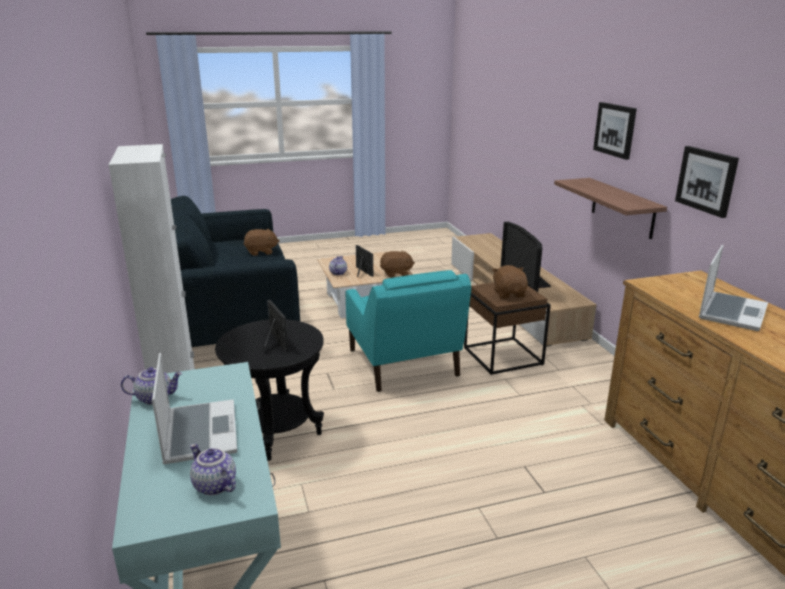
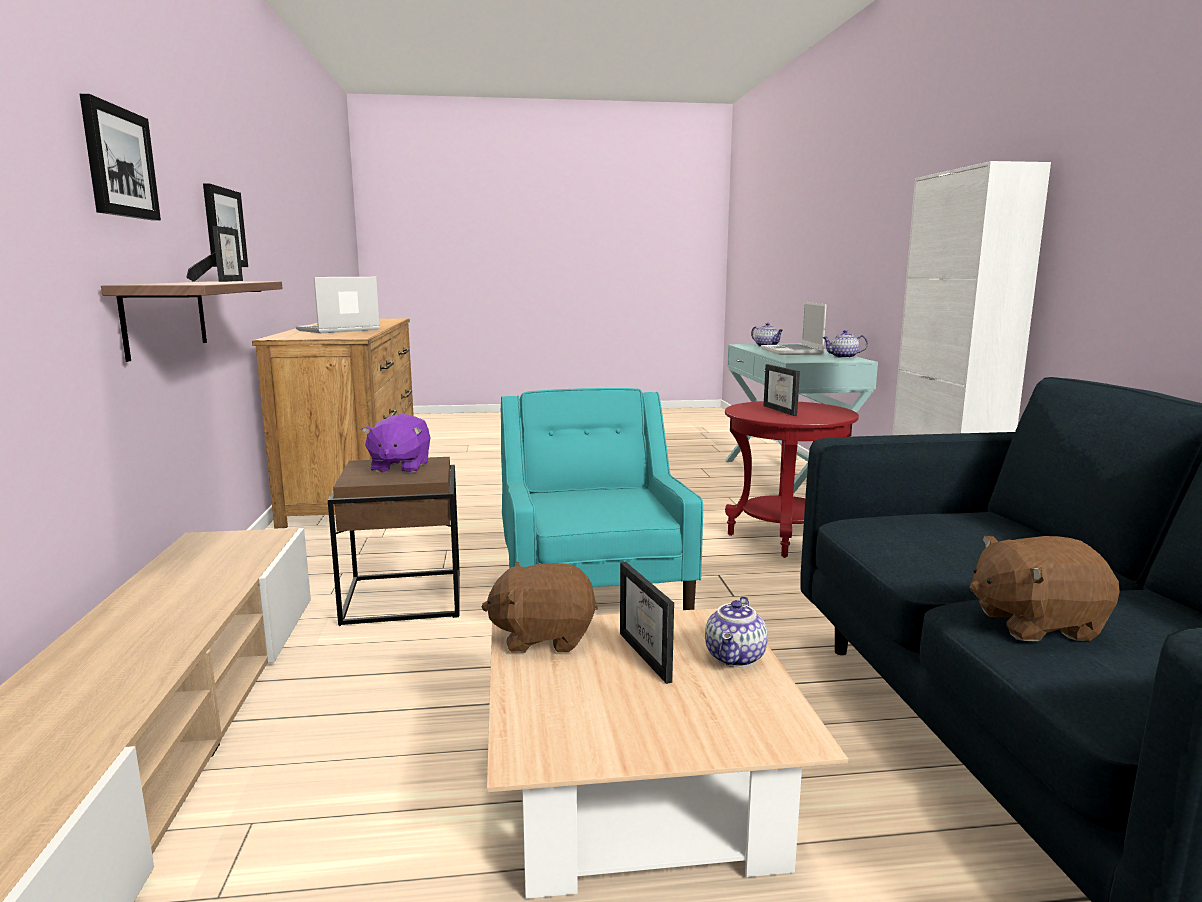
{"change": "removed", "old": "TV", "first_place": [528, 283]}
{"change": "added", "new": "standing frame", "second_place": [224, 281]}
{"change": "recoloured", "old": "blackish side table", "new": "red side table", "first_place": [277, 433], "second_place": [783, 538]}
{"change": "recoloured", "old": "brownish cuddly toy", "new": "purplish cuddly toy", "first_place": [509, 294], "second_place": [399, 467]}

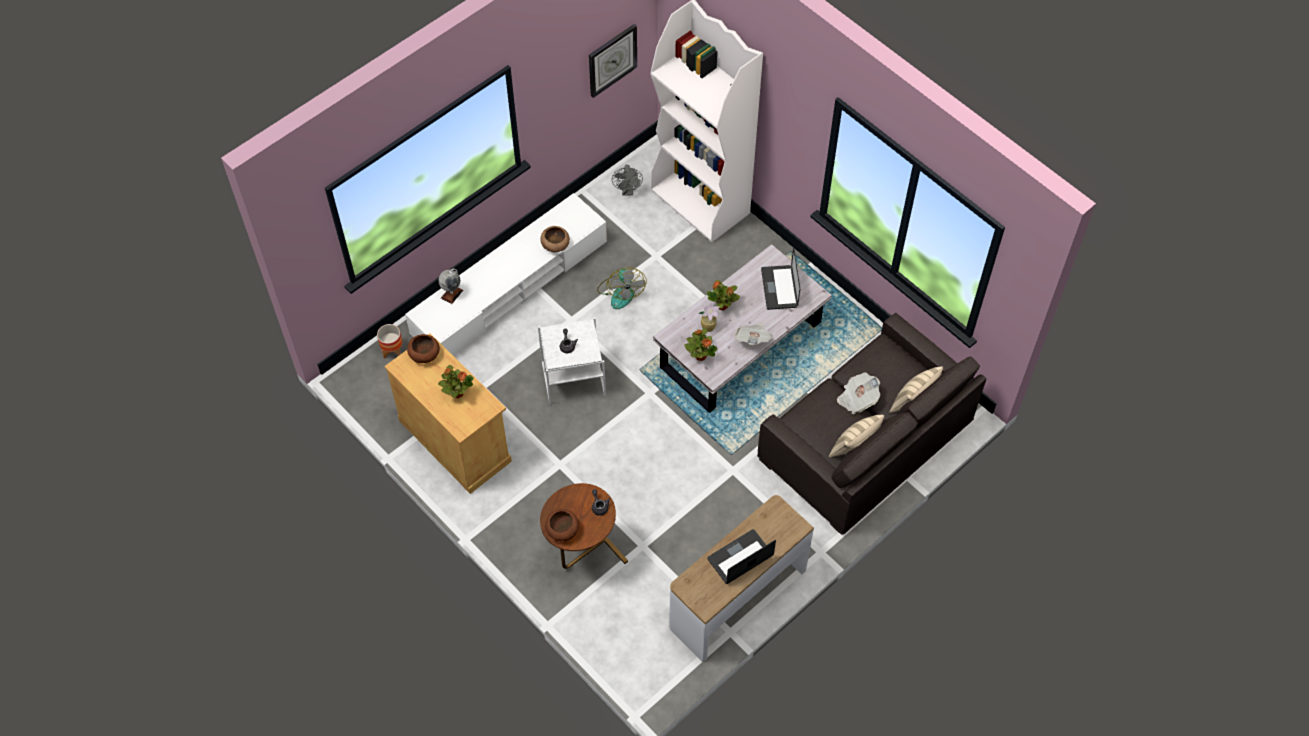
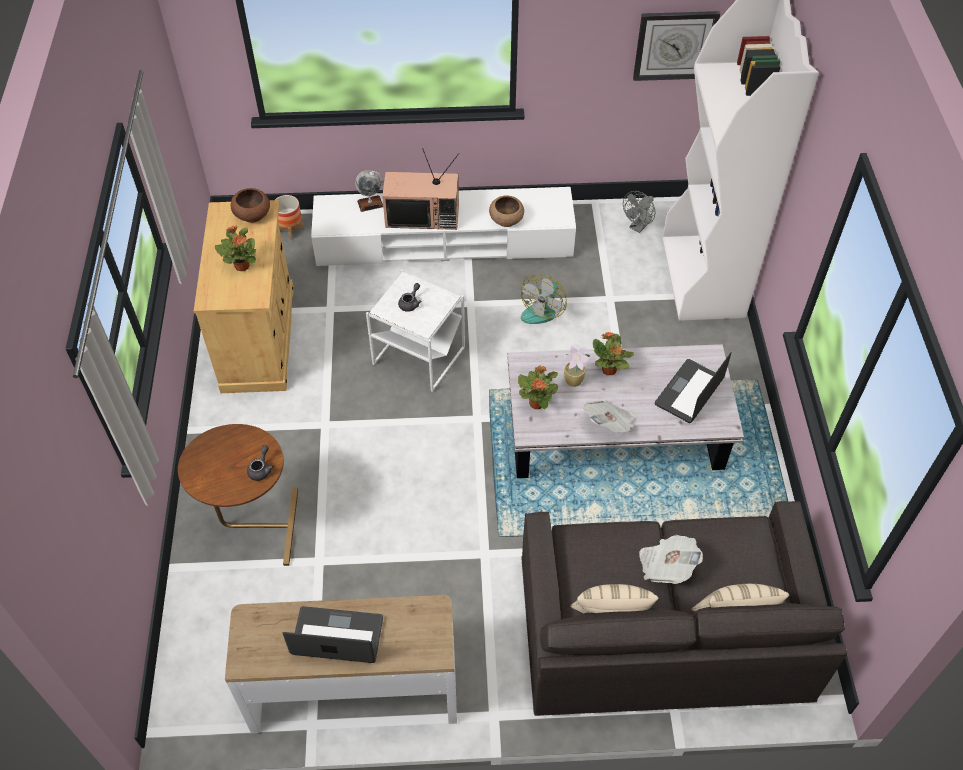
{"change": "removed", "old": "brownish bowl", "first_place": [562, 530]}
{"change": "added", "new": "TV", "second_place": [423, 215]}

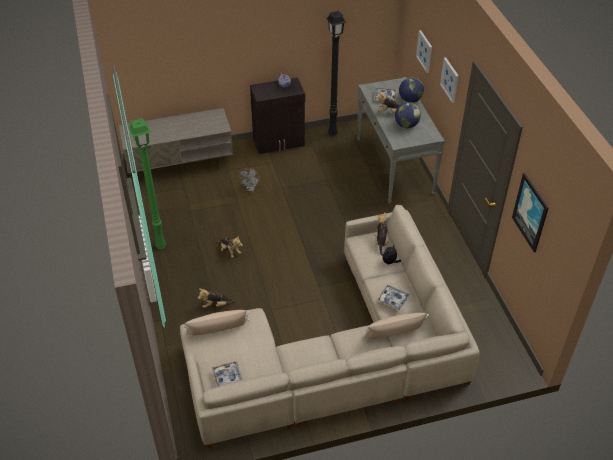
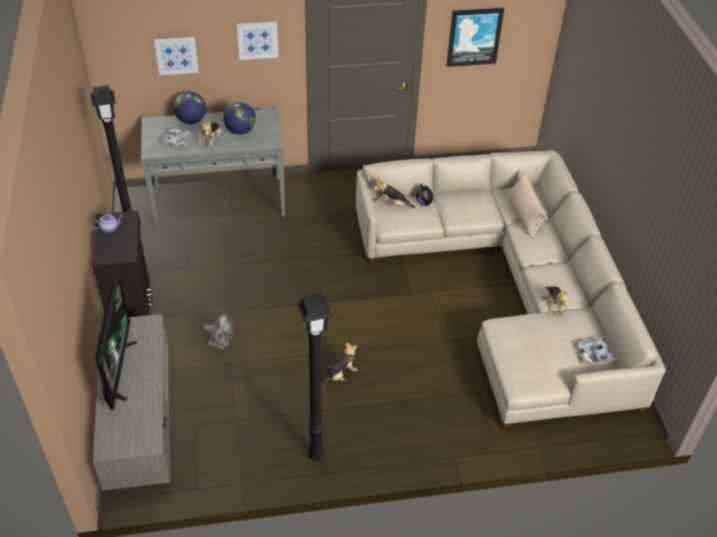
{"change": "removed", "old": "beige-coloured cushion", "first_place": [217, 329]}
{"change": "removed", "old": "serving tray", "first_place": [393, 299]}
{"change": "added", "new": "TV", "second_place": [117, 370]}
{"change": "moved", "old": "cuddly toy", "first_place": [216, 305], "second_place": [552, 305]}
{"change": "recoloured", "old": "green-coloured standing lamp", "new": "blackish standing lamp", "first_place": [160, 245], "second_place": [315, 457]}

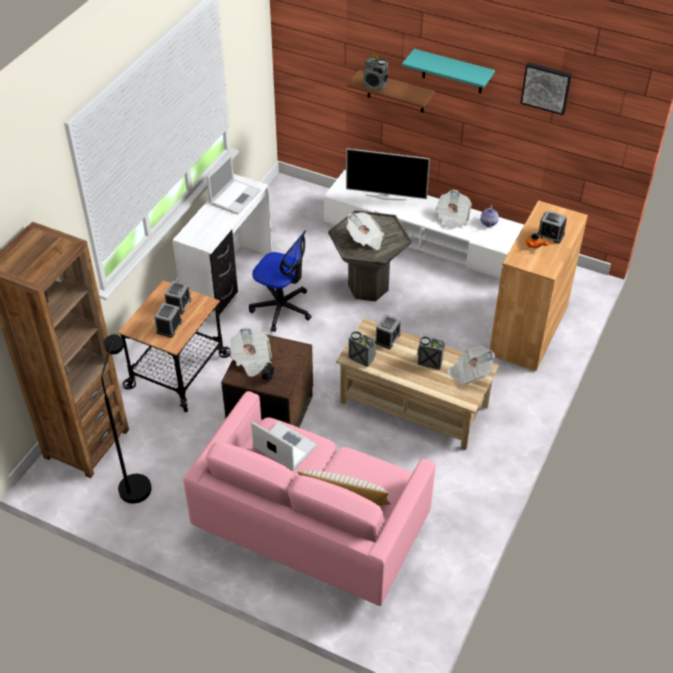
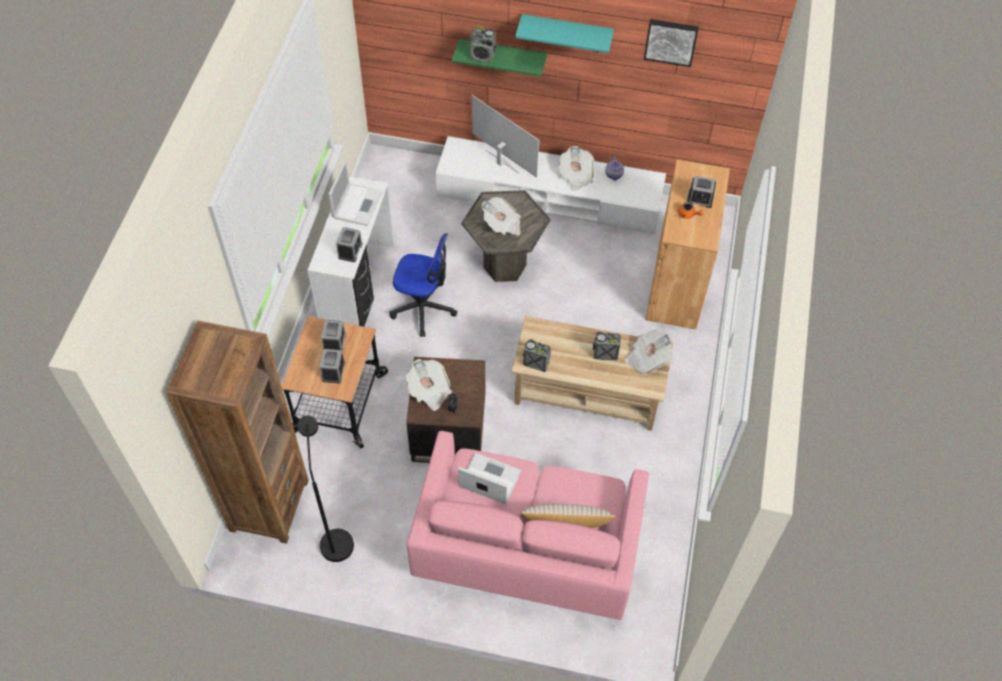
{"change": "moved", "old": "alarm clock", "first_place": [387, 338], "second_place": [350, 251]}
{"change": "recoloured", "old": "brownish wall shelf", "new": "green-coloured wall shelf", "first_place": [396, 92], "second_place": [502, 57]}
{"change": "turned", "old": "TV", "first_place": [386, 197], "second_place": [501, 162], "degrees": -135}

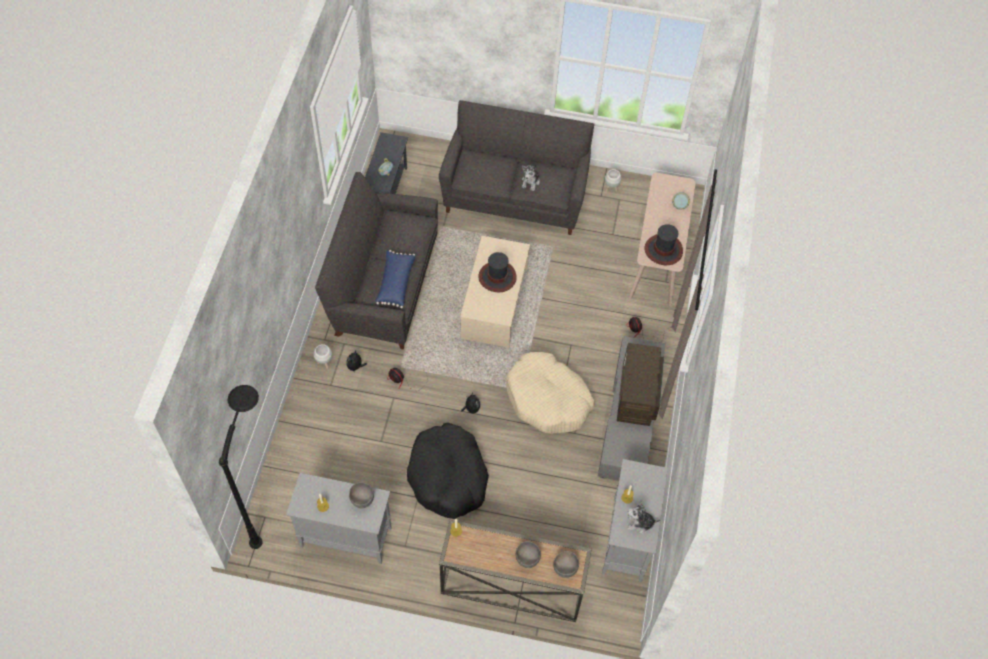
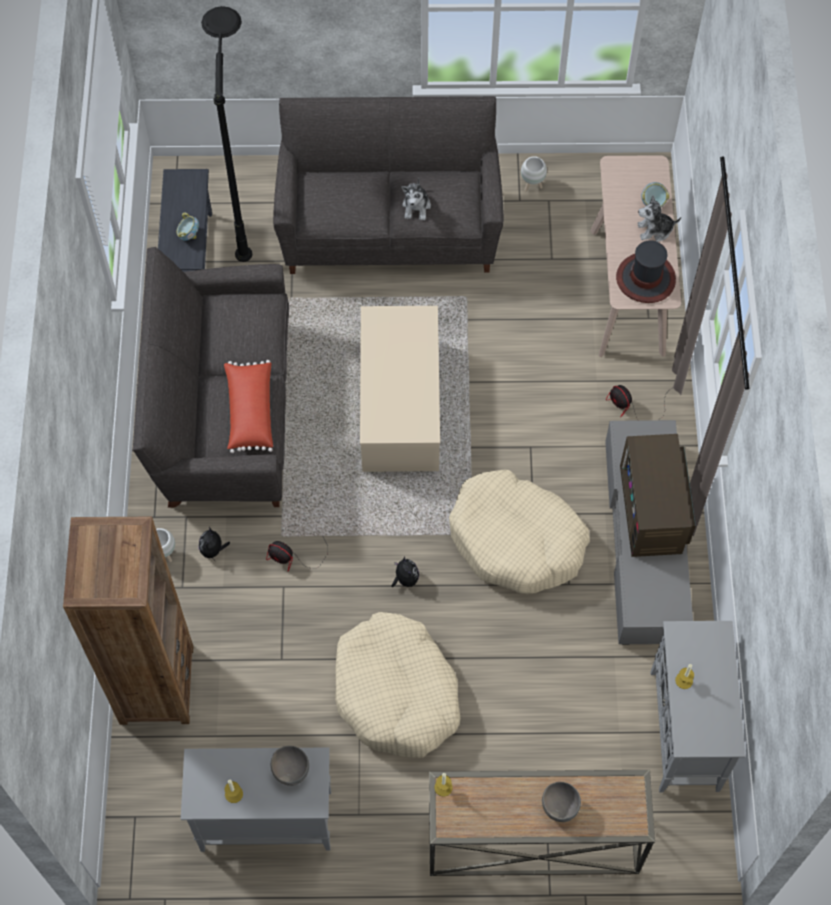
{"change": "removed", "old": "clothing hat", "first_place": [497, 277]}
{"change": "removed", "old": "greyish bowl", "first_place": [565, 568]}
{"change": "added", "new": "brownish bookcase", "second_place": [156, 684]}
{"change": "moved", "old": "blackish standing lamp", "first_place": [268, 504], "second_place": [245, 209]}
{"change": "moved", "old": "cuddly toy", "first_place": [640, 523], "second_place": [655, 230]}
{"change": "recoloured", "old": "blue-coloured cushion", "new": "red cushion", "first_place": [395, 283], "second_place": [249, 412]}
{"change": "recoloured", "old": "blackish pet bed", "new": "beige-coloured pet bed", "first_place": [448, 476], "second_place": [396, 692]}

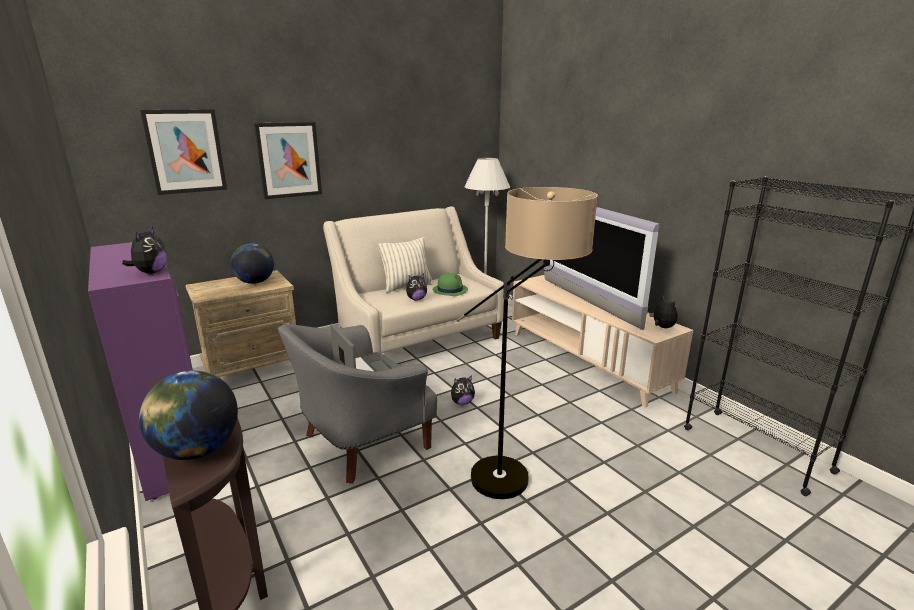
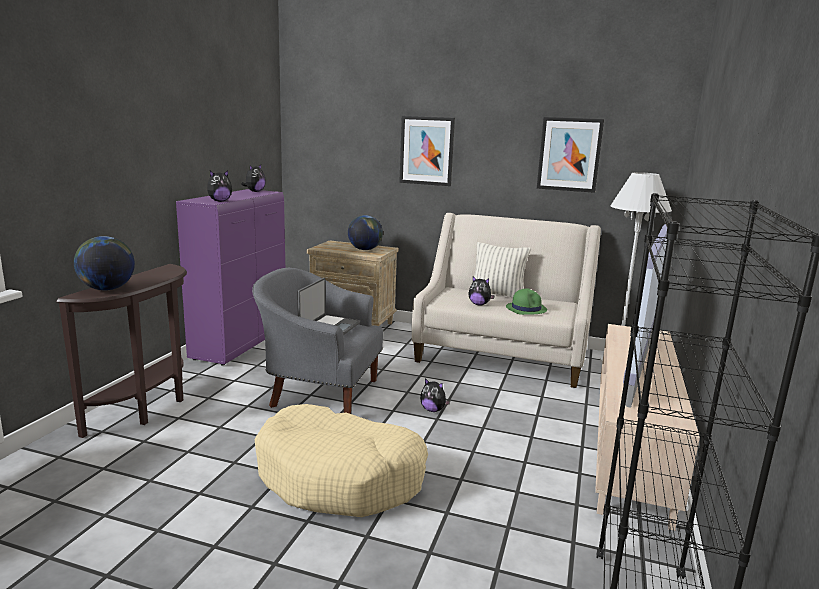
{"change": "moved", "old": "wall art", "first_place": [185, 151], "second_place": [569, 154]}
{"change": "moved", "old": "cuddly toy", "first_place": [662, 327], "second_place": [255, 191]}
{"change": "replaced", "old": "standing lamp", "new": "beige-coloured pet bed", "first_place": [516, 491], "second_place": [340, 477]}

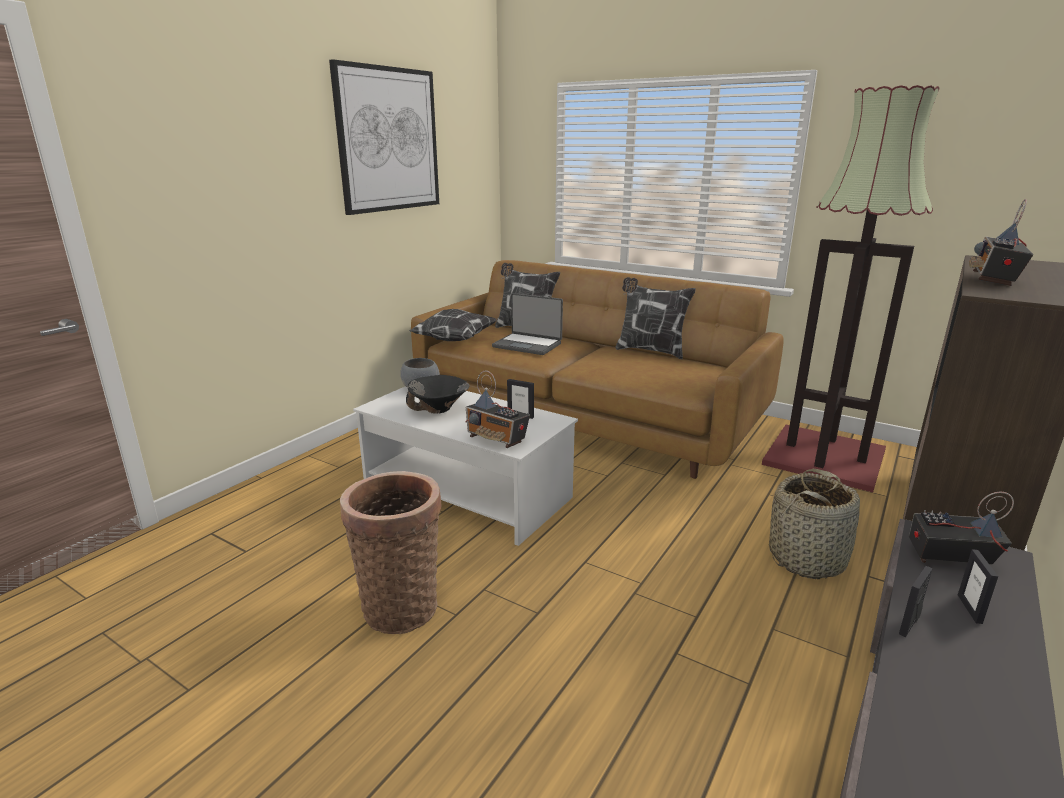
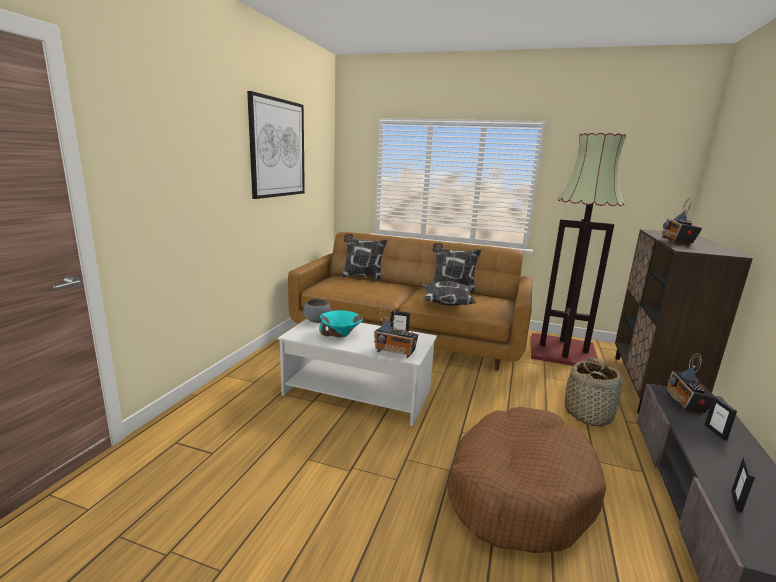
{"change": "removed", "old": "household basket", "first_place": [401, 604]}
{"change": "removed", "old": "portable computer", "first_place": [528, 345]}
{"change": "added", "new": "brownish pet bed", "second_place": [519, 490]}
{"change": "moved", "old": "cushion", "first_place": [454, 340], "second_place": [445, 304]}
{"change": "moved", "old": "standing frame", "first_place": [909, 625], "second_place": [737, 501]}
{"change": "recoloured", "old": "blackish bowl", "new": "turquoise-coloured bowl", "first_place": [439, 410], "second_place": [340, 335]}
{"change": "turned", "old": "radio receiver", "first_place": [948, 558], "second_place": [685, 404], "degrees": -75}

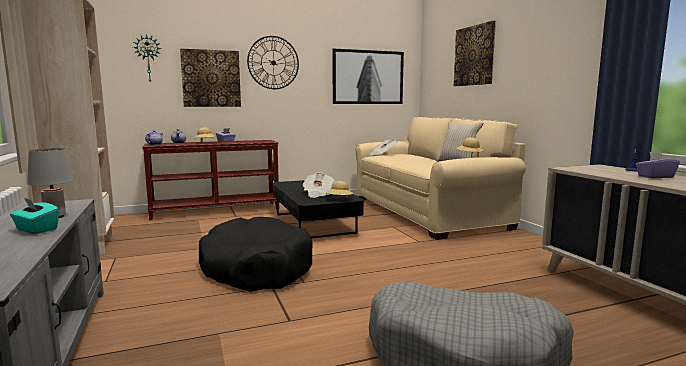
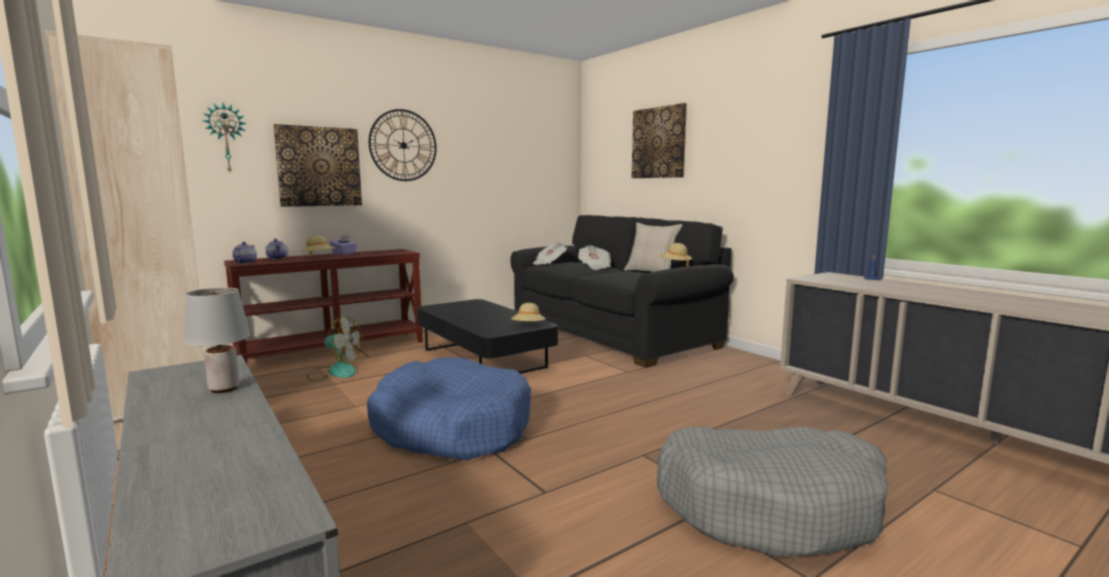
{"change": "removed", "old": "turquoise-coloured tissue holder", "first_place": [36, 230]}
{"change": "removed", "old": "wall art", "first_place": [368, 77]}
{"change": "removed", "old": "purplish tissue holder", "first_place": [655, 177]}
{"change": "added", "new": "electric fan", "second_place": [335, 372]}
{"change": "moved", "old": "printed paper", "first_place": [318, 194], "second_place": [594, 267]}
{"change": "recoloured", "old": "blackish pet bed", "new": "blue-coloured pet bed", "first_place": [256, 268], "second_place": [451, 427]}
{"change": "recoloured", "old": "beige-coloured couch", "new": "blackish couch", "first_place": [426, 212], "second_place": [610, 333]}

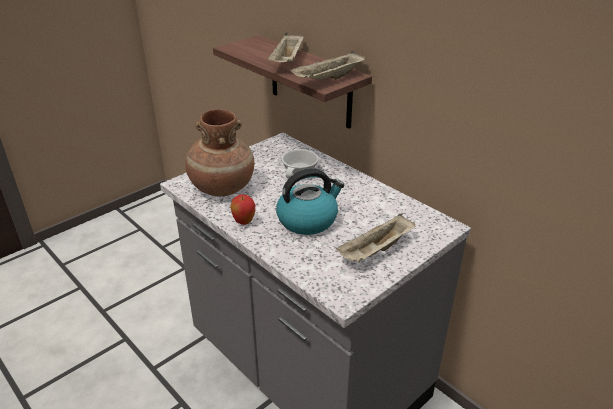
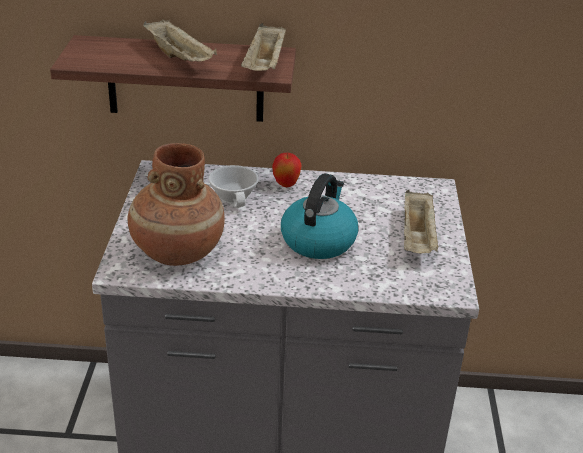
{"change": "moved", "old": "whole apple", "first_place": [244, 222], "second_place": [286, 185]}

